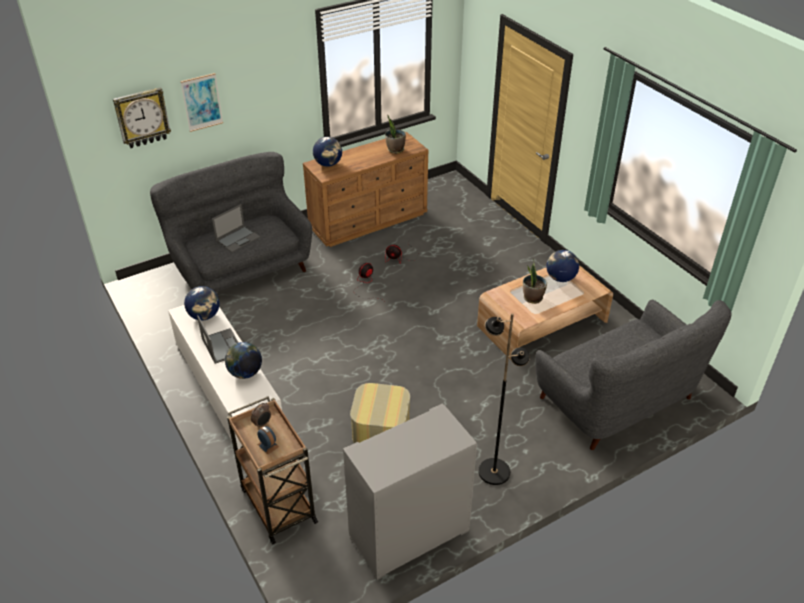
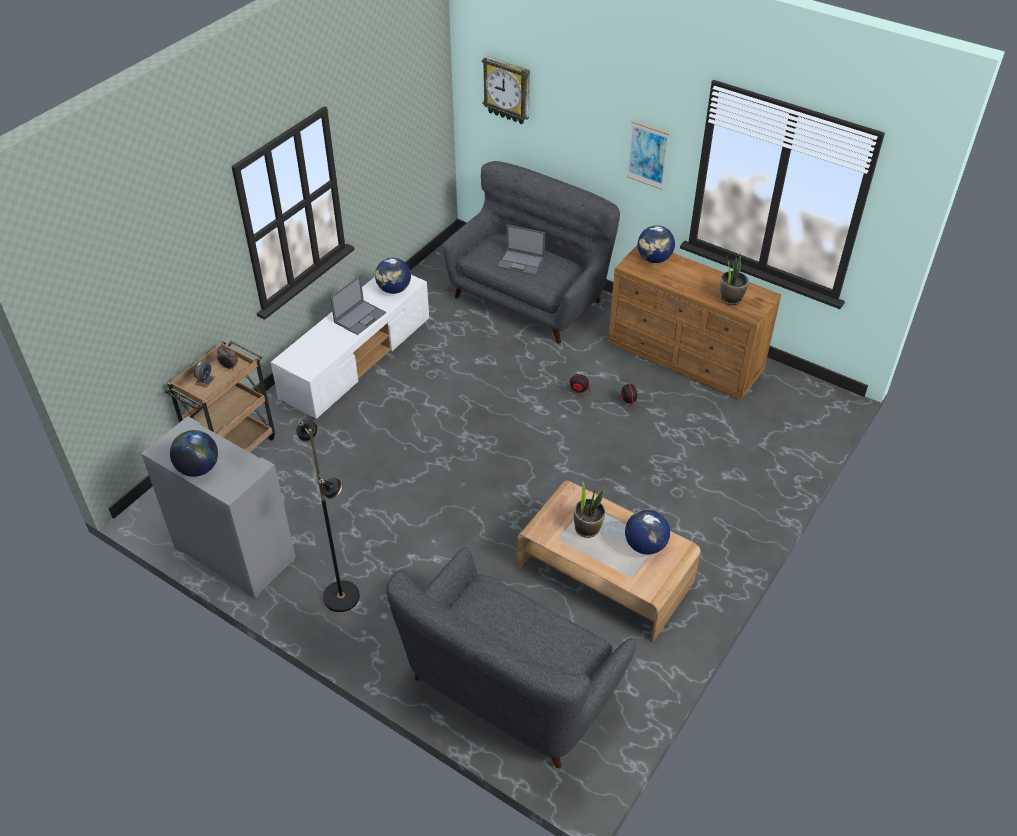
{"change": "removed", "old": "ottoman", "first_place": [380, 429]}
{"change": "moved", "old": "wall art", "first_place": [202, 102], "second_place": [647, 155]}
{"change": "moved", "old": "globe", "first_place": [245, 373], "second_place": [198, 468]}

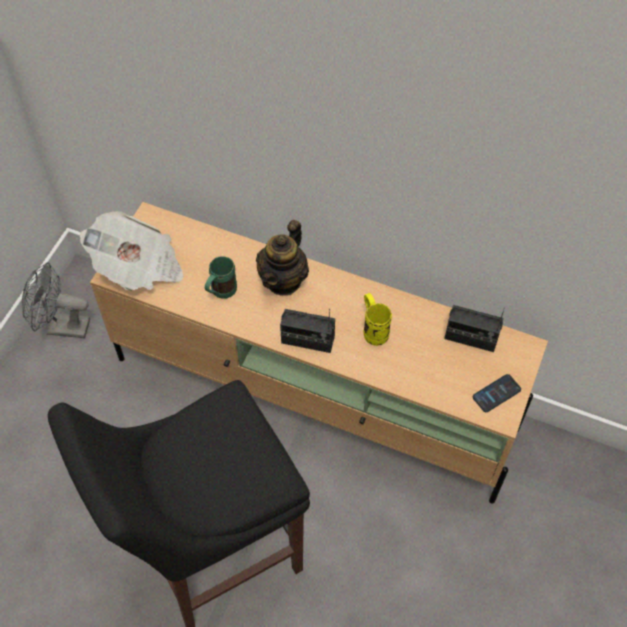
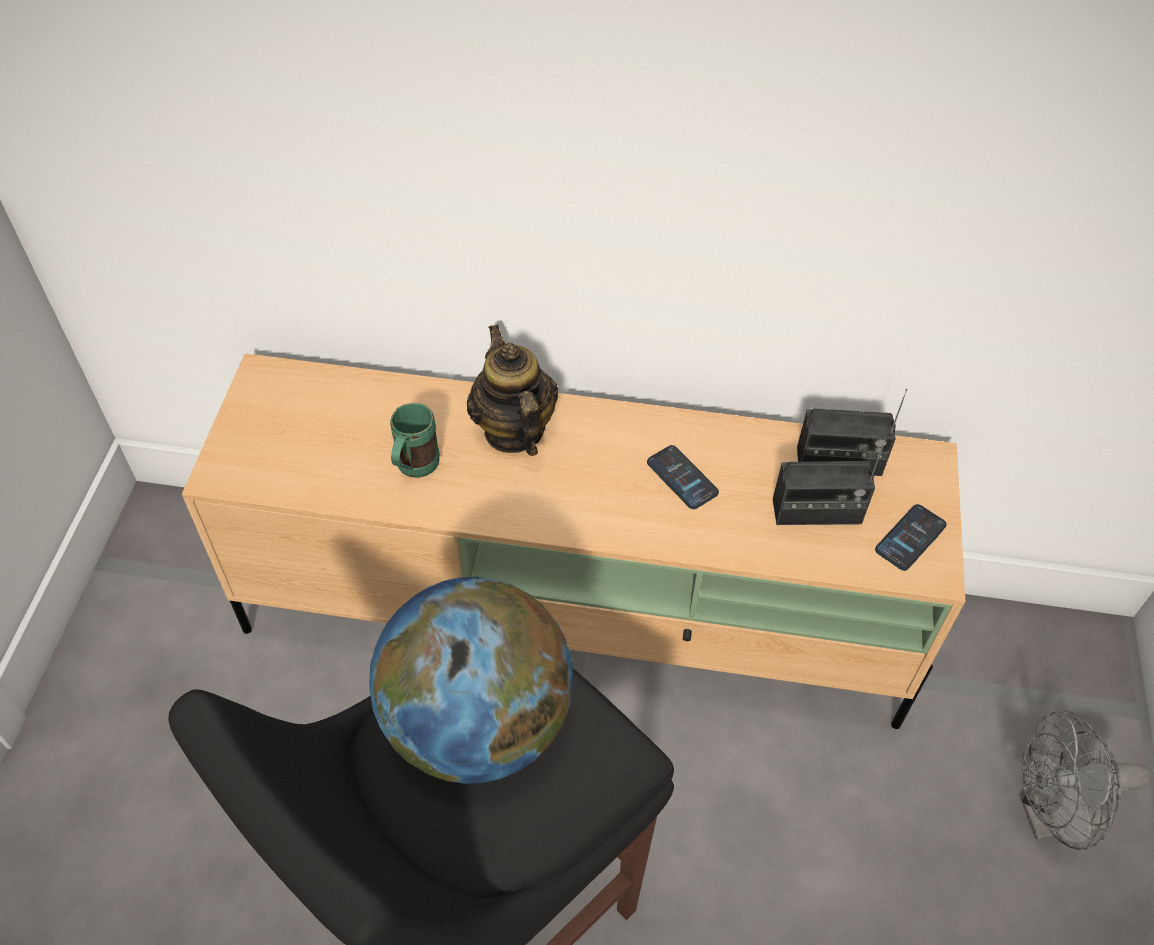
{"change": "removed", "old": "printed paper", "first_place": [138, 267]}
{"change": "added", "new": "globe", "second_place": [477, 722]}
{"change": "moved", "old": "greyish electric fan", "first_place": [61, 327], "second_place": [1049, 818]}
{"change": "moved", "old": "radio receiver", "first_place": [307, 340], "second_place": [816, 512]}
{"change": "replaced", "old": "yellow-coloured mug", "new": "telephone", "first_place": [373, 329], "second_place": [682, 478]}
{"change": "turned", "old": "pot for tea", "first_place": [284, 280], "second_place": [513, 430], "degrees": 150}

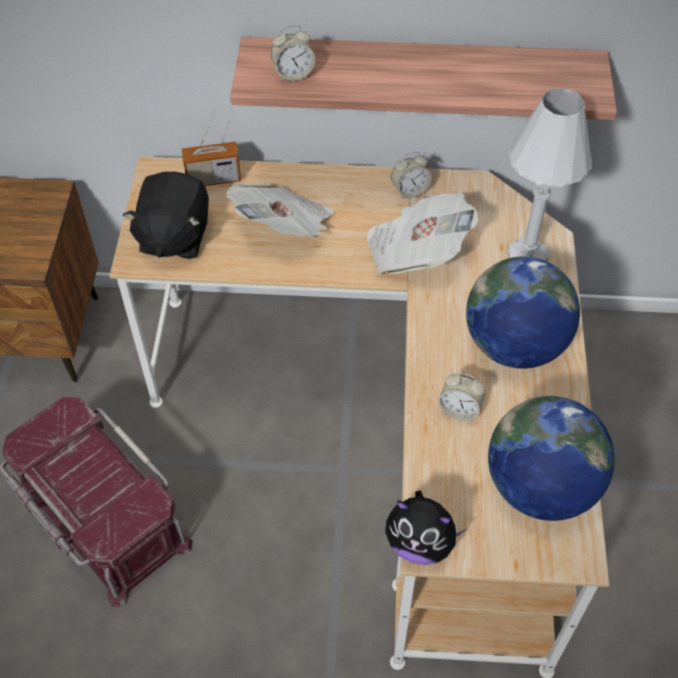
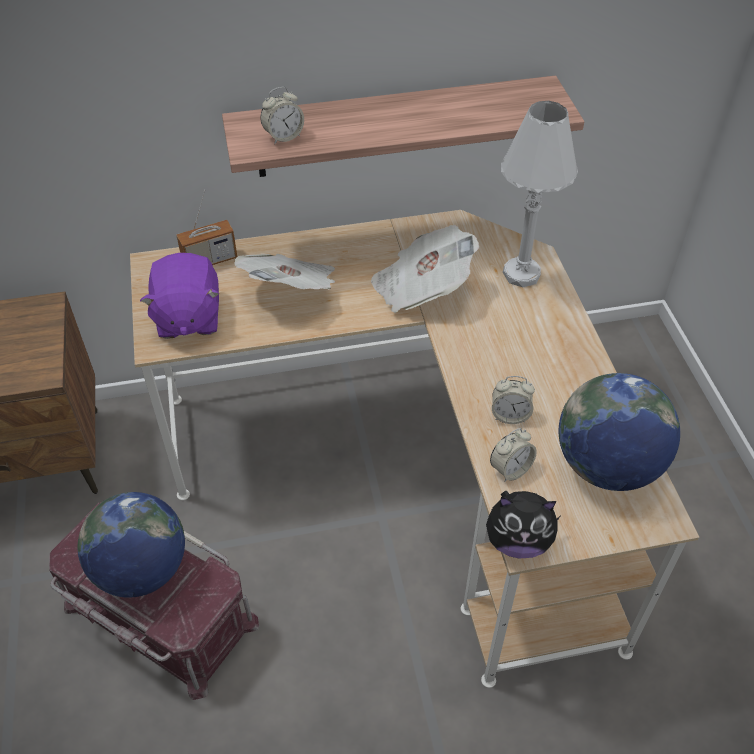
{"change": "moved", "old": "alarm clock", "first_place": [409, 191], "second_place": [510, 469]}
{"change": "moved", "old": "globe", "first_place": [514, 345], "second_place": [142, 570]}
{"change": "recoloured", "old": "blackish cuddly toy", "new": "purplish cuddly toy", "first_place": [173, 236], "second_place": [187, 317]}

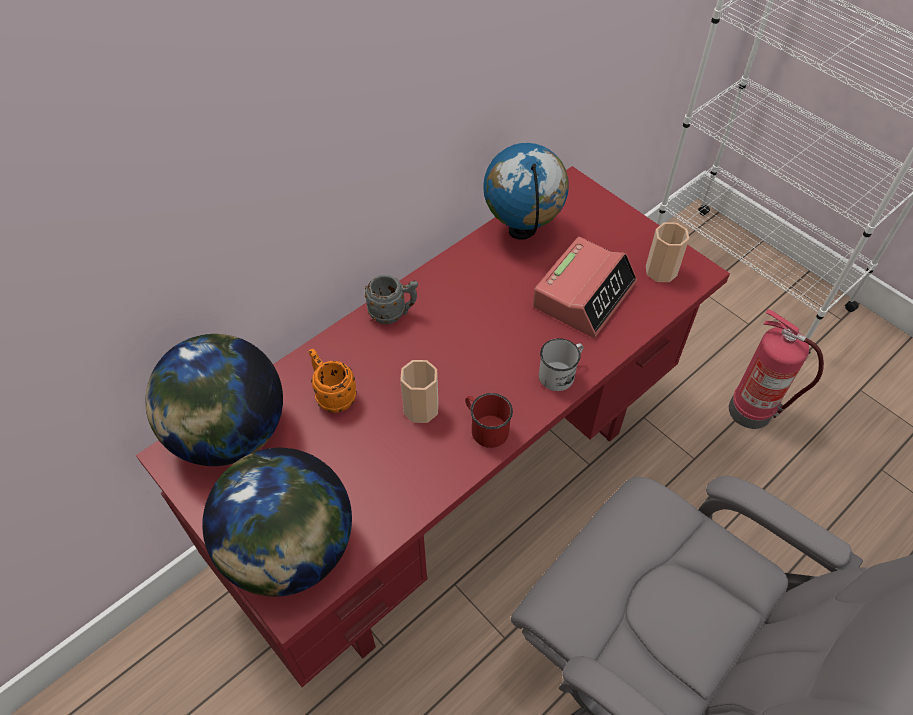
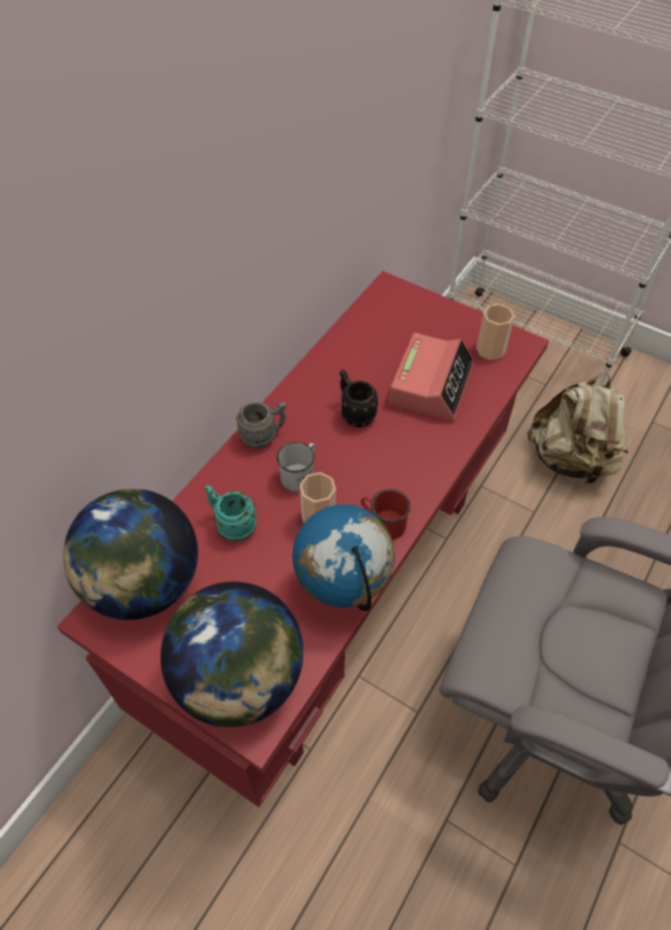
{"change": "added", "new": "blackish mug", "second_place": [354, 413]}
{"change": "moved", "old": "globe", "first_place": [522, 231], "second_place": [343, 589]}
{"change": "moved", "old": "whitish mug", "first_place": [561, 373], "second_place": [300, 474]}
{"change": "replaced", "old": "fire-fighting cylinder", "new": "beige-coloured rucksack", "first_place": [752, 411], "second_place": [570, 459]}
{"change": "recoloured", "old": "orange mug", "new": "turquoise-coloured mug", "first_place": [332, 395], "second_place": [232, 525]}

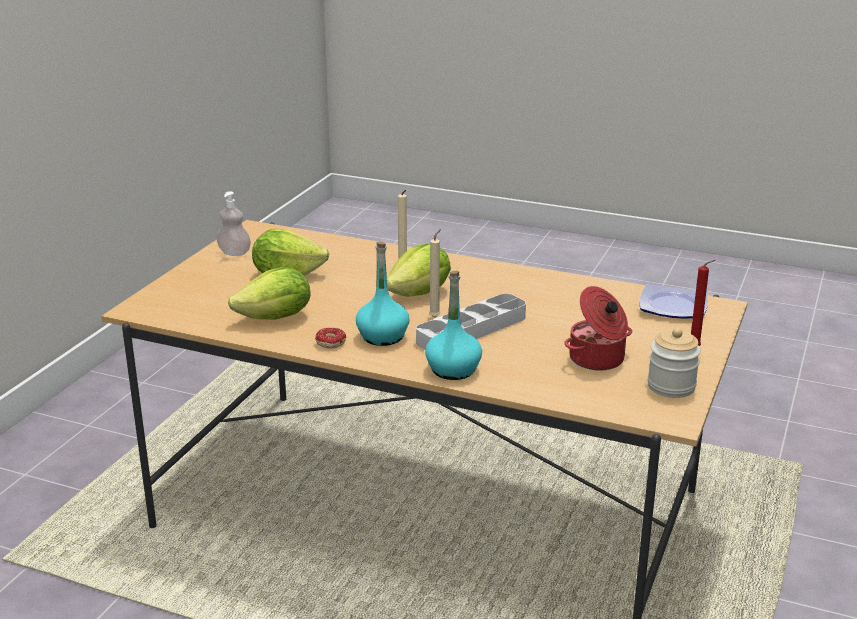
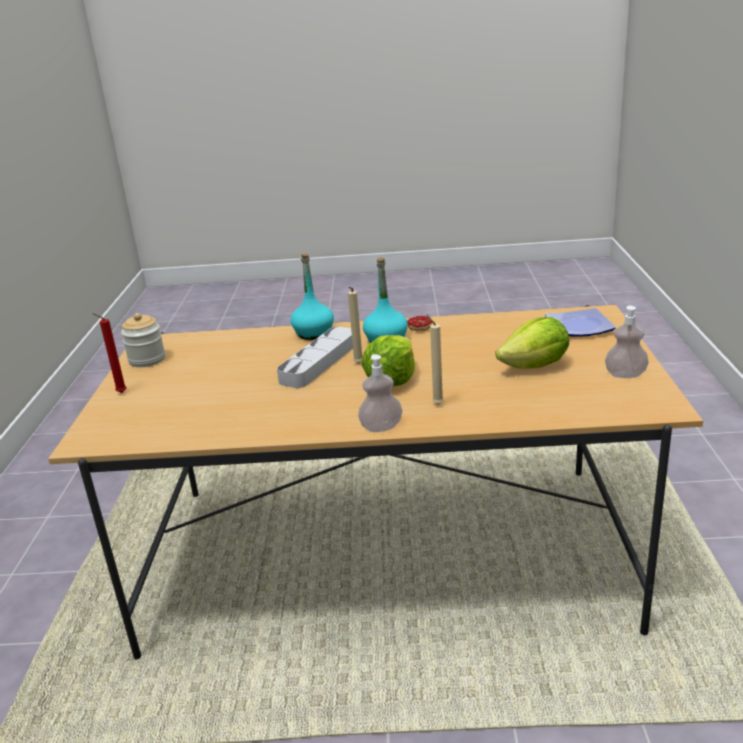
{"change": "removed", "old": "lettuce head", "first_place": [276, 318]}
{"change": "removed", "old": "cooking pot", "first_place": [597, 359]}
{"change": "added", "new": "soap bottle", "second_place": [381, 427]}
{"change": "moved", "old": "flat dish", "first_place": [674, 307], "second_place": [577, 327]}

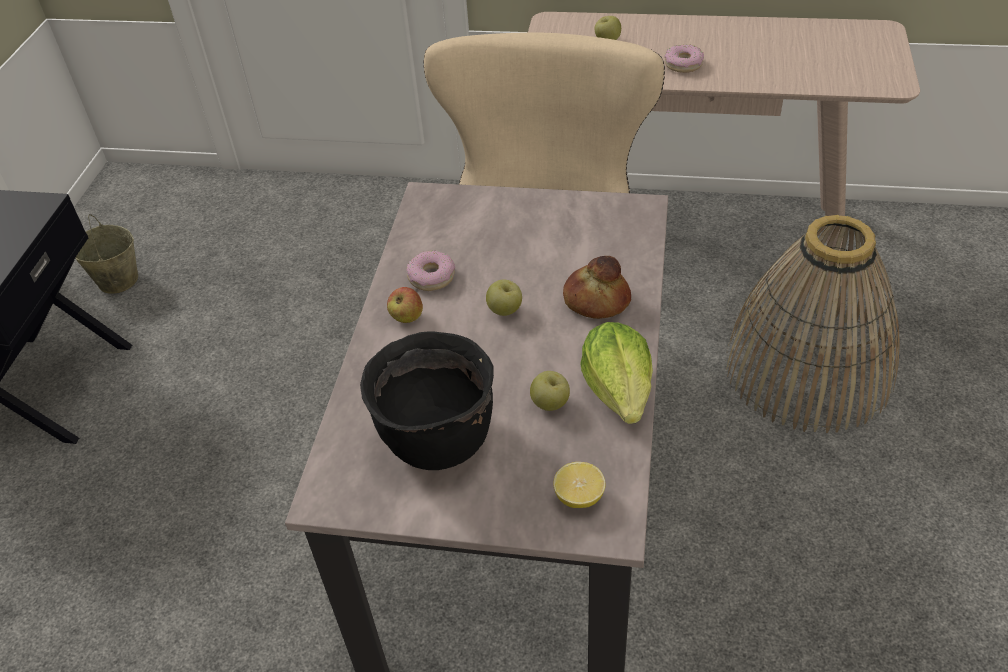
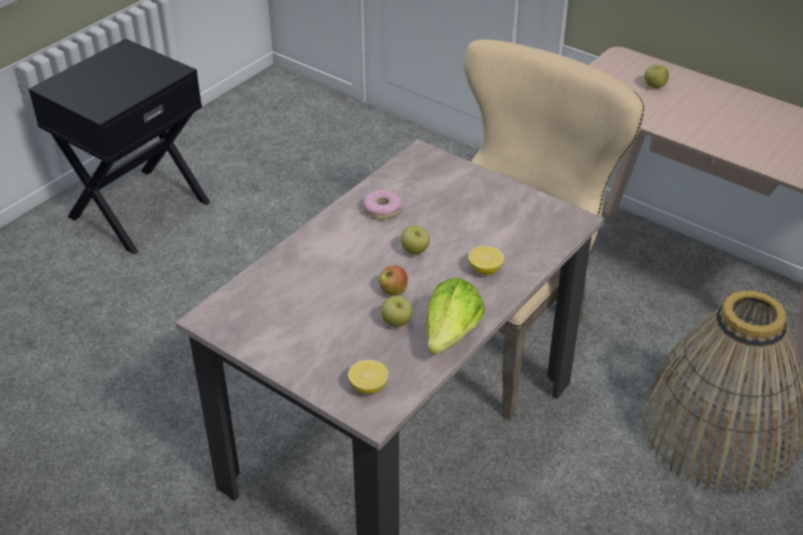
{"change": "removed", "old": "beige-coloured pail", "first_place": [117, 280]}
{"change": "removed", "old": "blackish cooking pot", "first_place": [436, 439]}
{"change": "removed", "old": "ring doughnut", "first_place": [683, 64]}
{"change": "moved", "old": "whole apple", "first_place": [407, 317], "second_place": [393, 291]}
{"change": "replaced", "old": "baked bread", "new": "citrus fruit", "first_place": [596, 300], "second_place": [485, 269]}

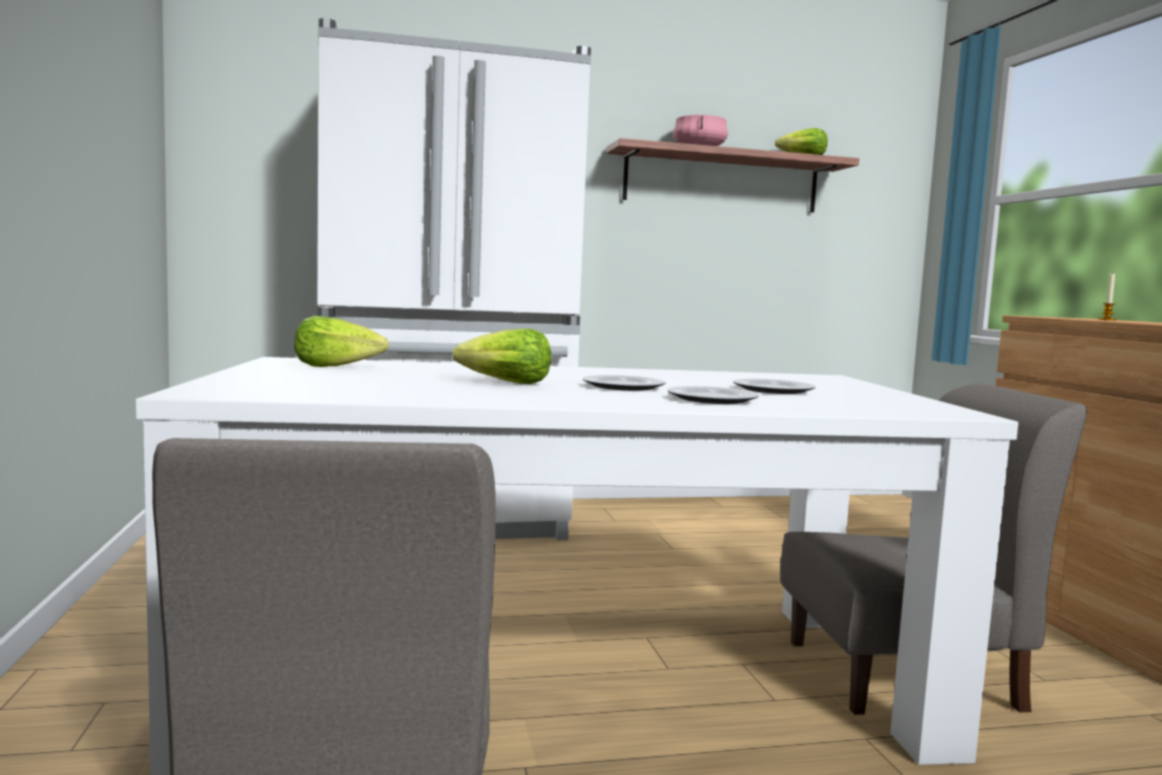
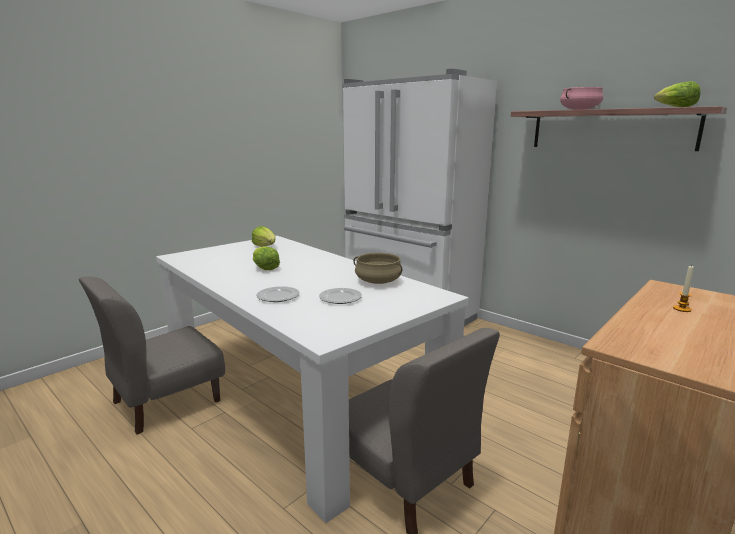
{"change": "removed", "old": "flat dish", "first_place": [624, 387]}
{"change": "added", "new": "beige-coloured cooking pot", "second_place": [378, 281]}

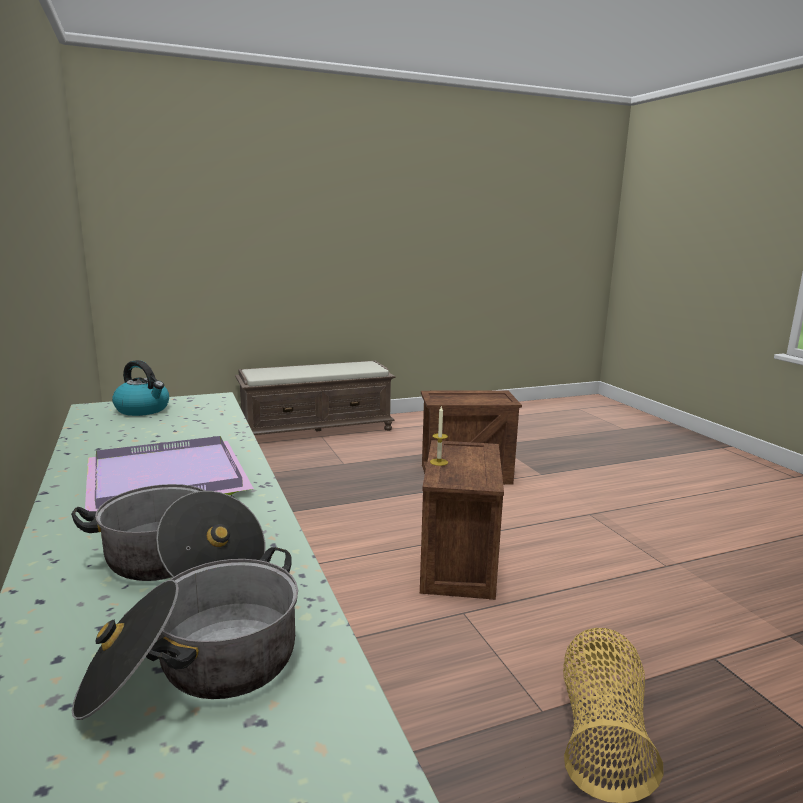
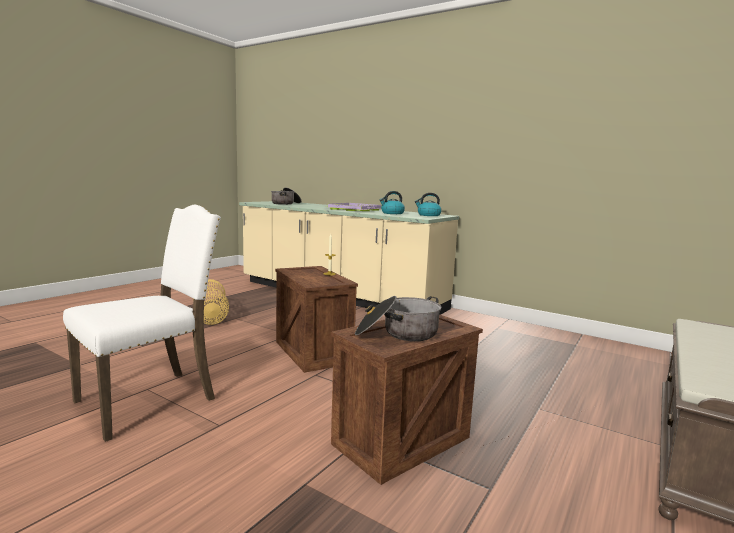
{"change": "added", "new": "whitish chair", "second_place": [150, 400]}
{"change": "added", "new": "kettle", "second_place": [392, 213]}
{"change": "moved", "old": "cooking pot", "first_place": [179, 565], "second_place": [398, 333]}

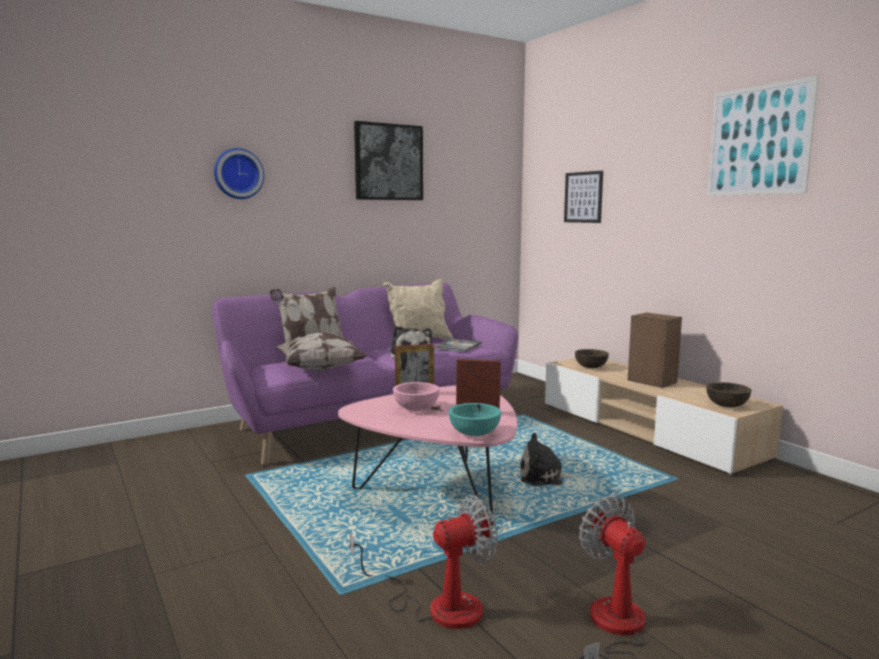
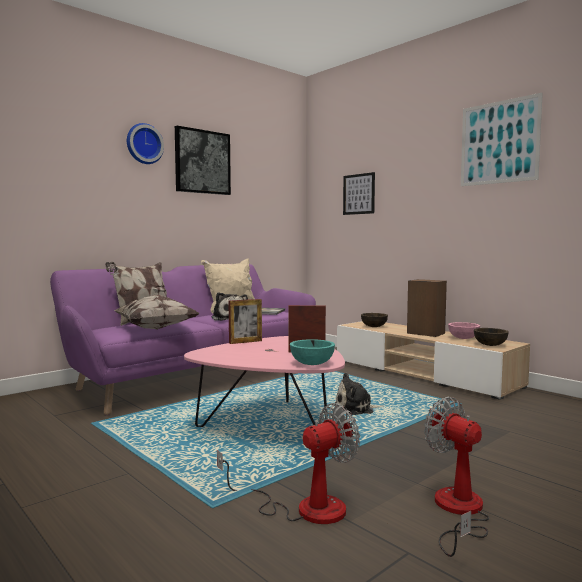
{"change": "moved", "old": "hanging clock", "first_place": [238, 174], "second_place": [144, 144]}
{"change": "moved", "old": "pinkish bowl", "first_place": [416, 408], "second_place": [463, 338]}

